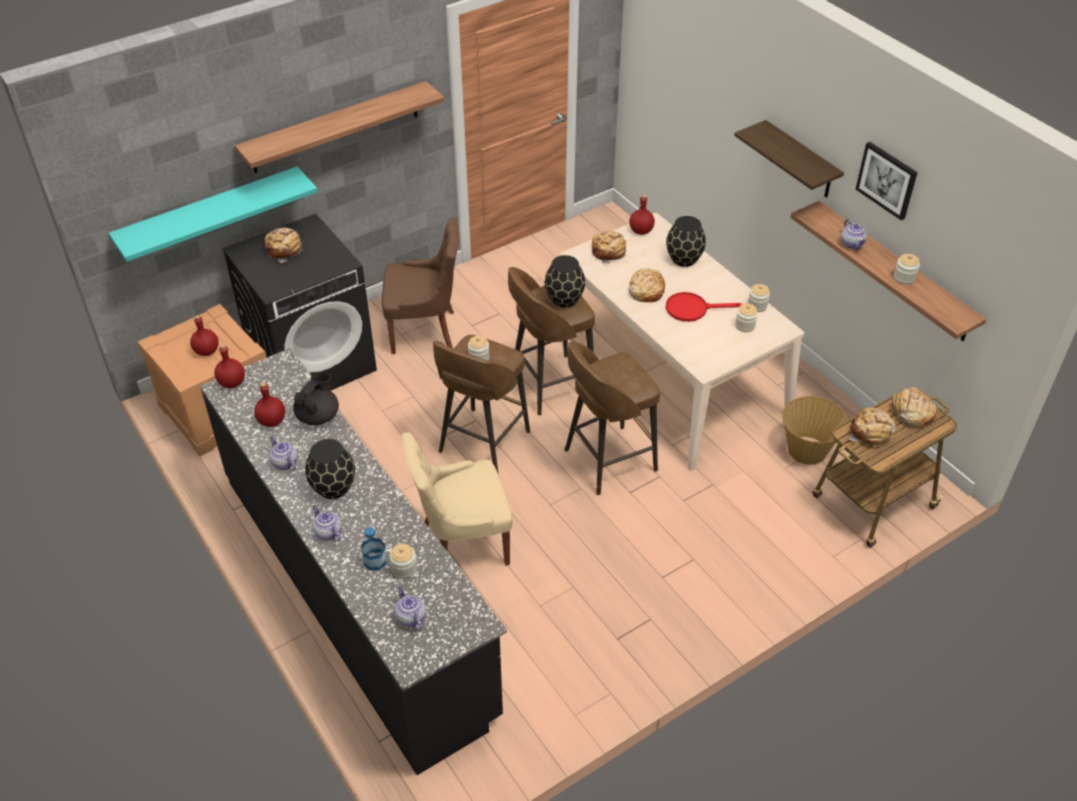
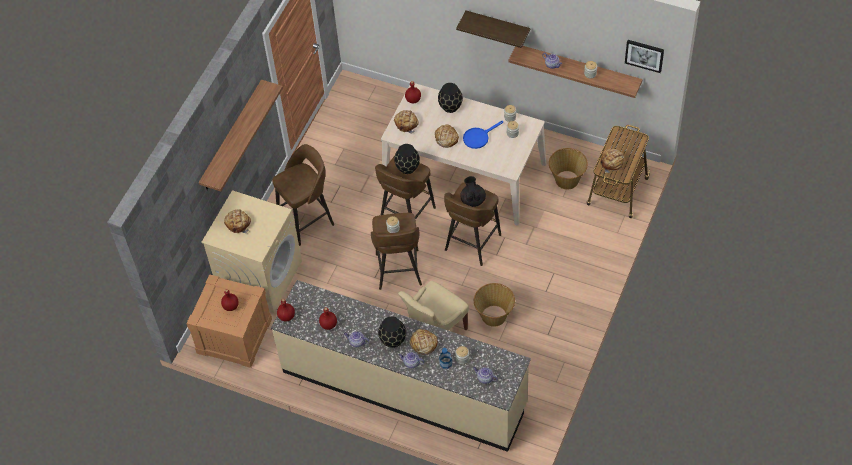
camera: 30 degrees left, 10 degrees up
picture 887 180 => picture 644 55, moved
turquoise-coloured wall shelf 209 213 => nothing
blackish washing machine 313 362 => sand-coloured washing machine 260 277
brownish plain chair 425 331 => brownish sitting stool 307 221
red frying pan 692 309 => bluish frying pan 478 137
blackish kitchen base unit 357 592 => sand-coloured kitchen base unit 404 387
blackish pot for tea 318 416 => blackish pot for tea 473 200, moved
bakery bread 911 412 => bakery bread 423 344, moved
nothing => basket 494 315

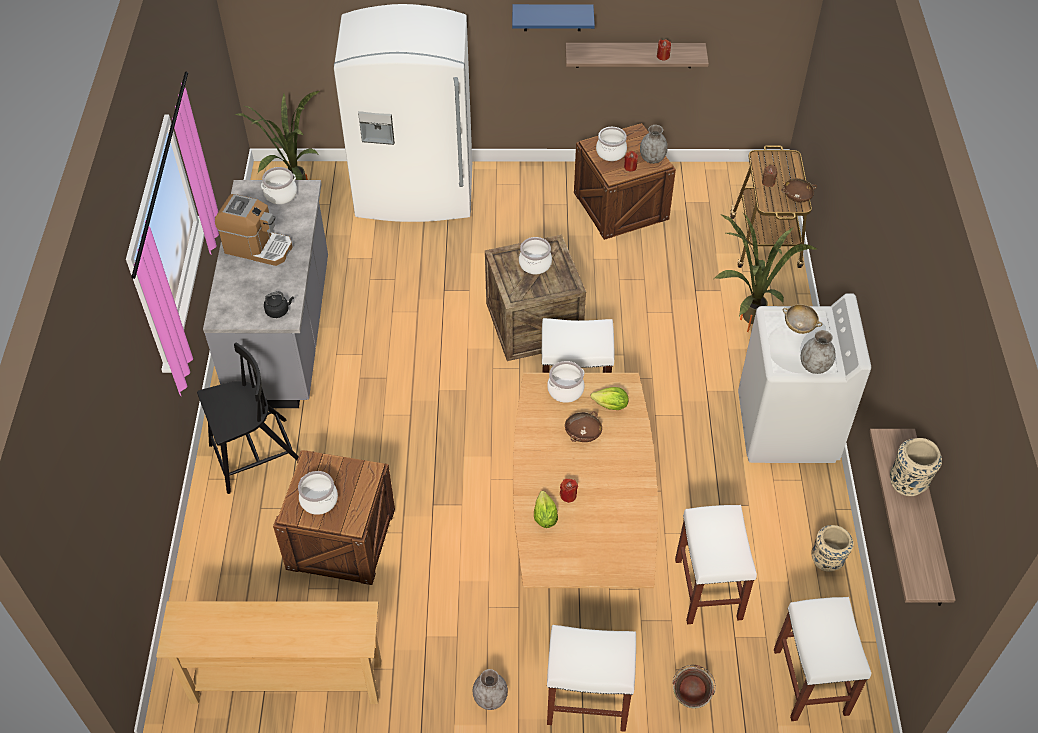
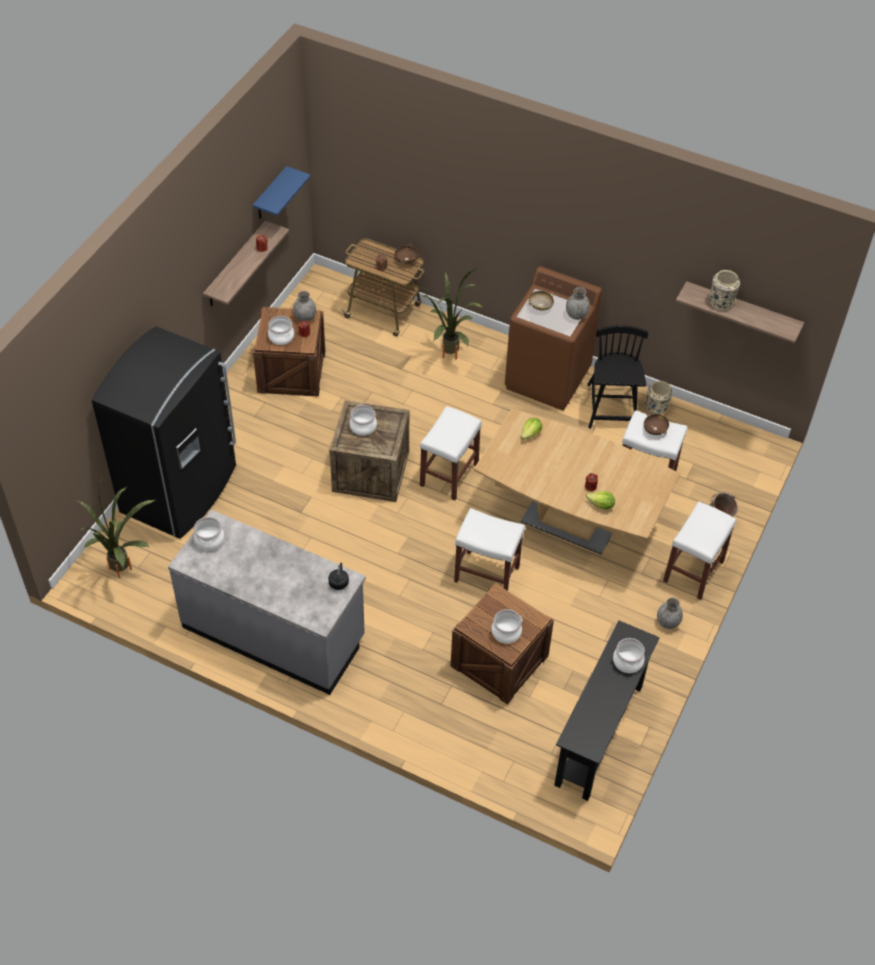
camera: 65 degrees left, 0 degrees up
white fridge 415 193 => blackish fridge 181 490
bluish wall shelf 552 17 => bluish wall shelf 270 195, moved
coffee maker 258 247 => nothing
white washing machine 787 428 => brownish washing machine 548 378
blackish plain chair 255 456 => blackish plain chair 611 408, moved
stockpot 565 390 => stockpot 628 661, moved
brownish serving bowl 583 434 => brownish serving bowl 655 430, moved
white sitting stool 809 680 => white sitting stool 486 574, moved
sand-coloured hall table 287 682 => blackish hall table 599 735

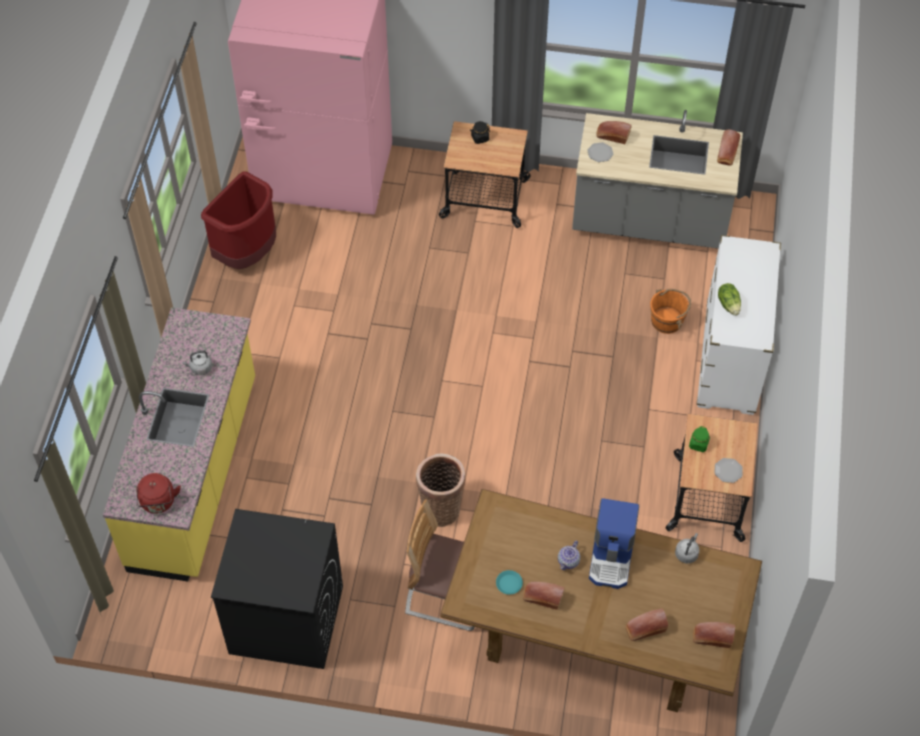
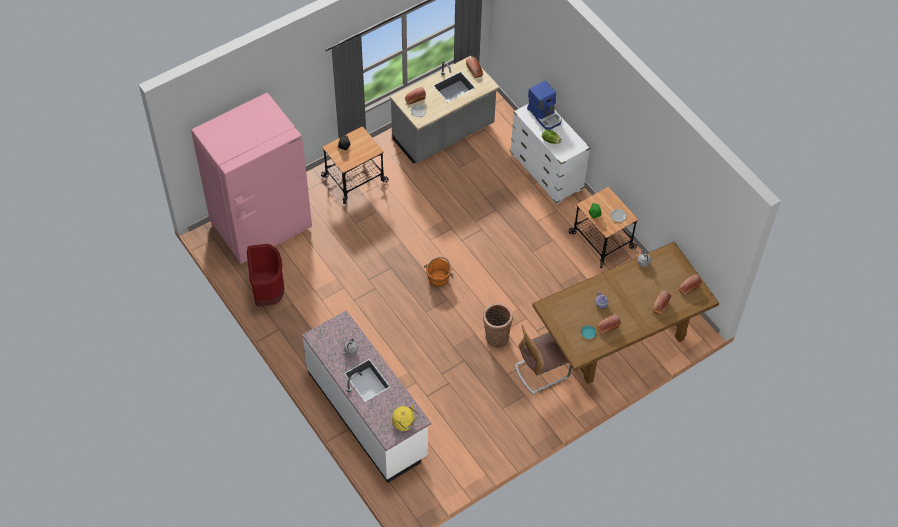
camera: 45 degrees left, 0 degrees up
orangey bucket 667 321 => orangey bucket 438 278, moved
yellow-coloured kitchen base unit 195 474 => white kitchen base unit 367 414
red kettle 158 503 => yellow-coloured kettle 405 423
coffee maker 612 557 => coffee maker 545 115, moved
blackish washing machine 285 619 => nothing

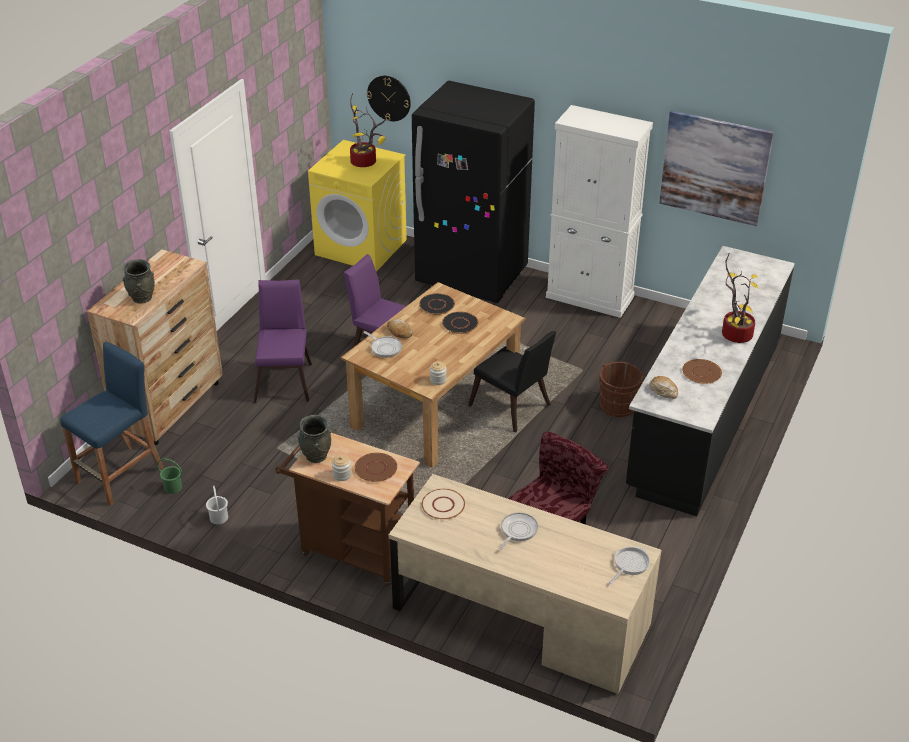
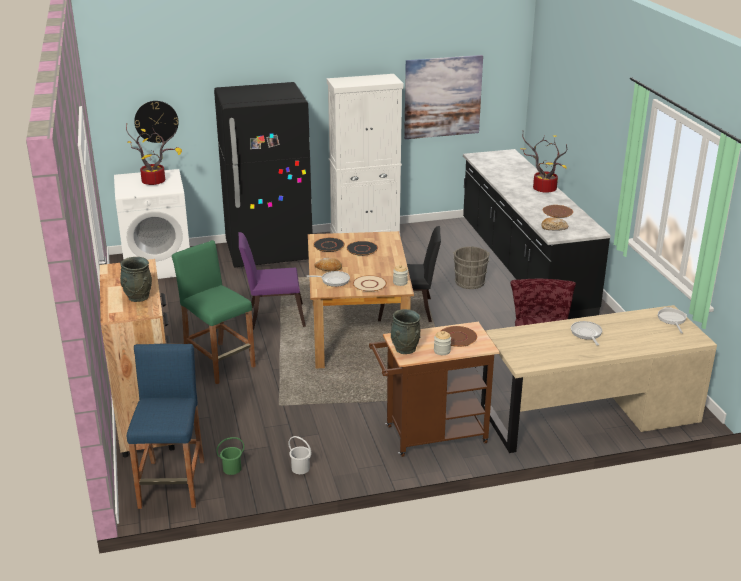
camera: 40 degrees left, 10 degrees down
yellow-coloured washing machine 361 247 => white washing machine 158 265
purplish plain chair 285 379 => greenish sitting stool 219 363
brownish bucket 619 404 => grey bucket 469 281
sand-coloured dinner plate 443 505 => sand-coloured dinner plate 369 284, moved

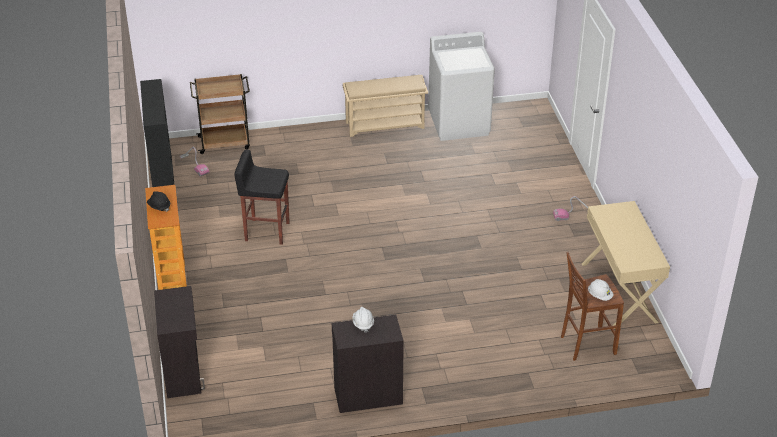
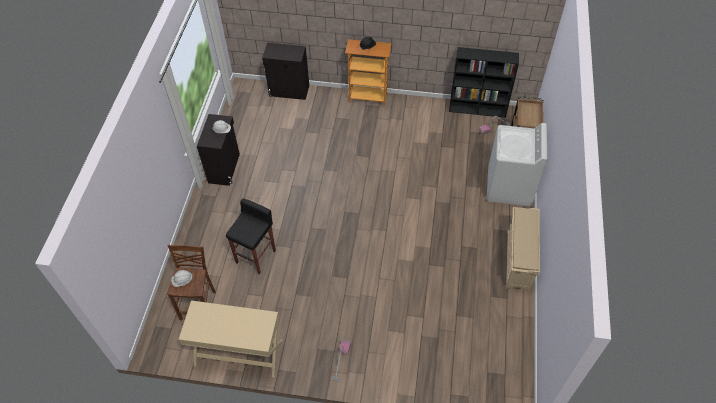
camera: 110 degrees right, 15 degrees up
white washing machine 459 123 => white washing machine 509 187, moved
blackish sitting stool 266 231 => blackish sitting stool 256 256, moved

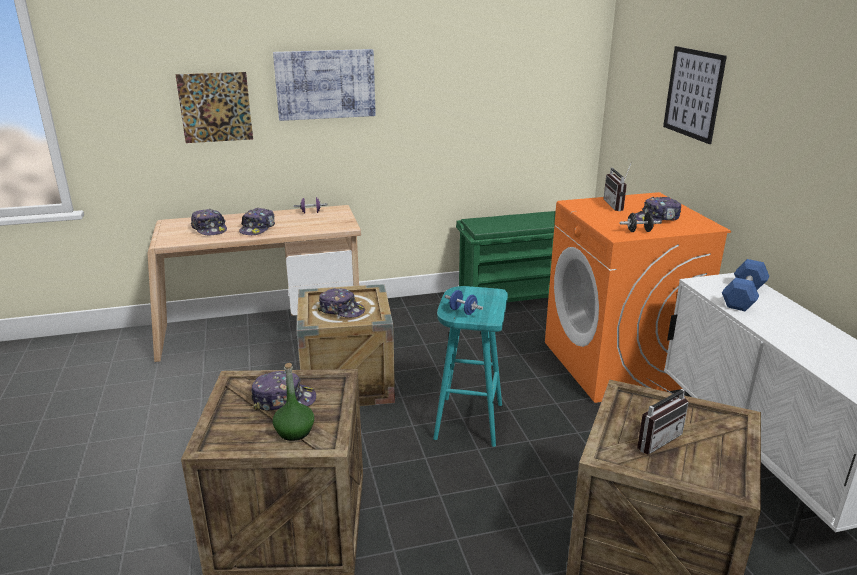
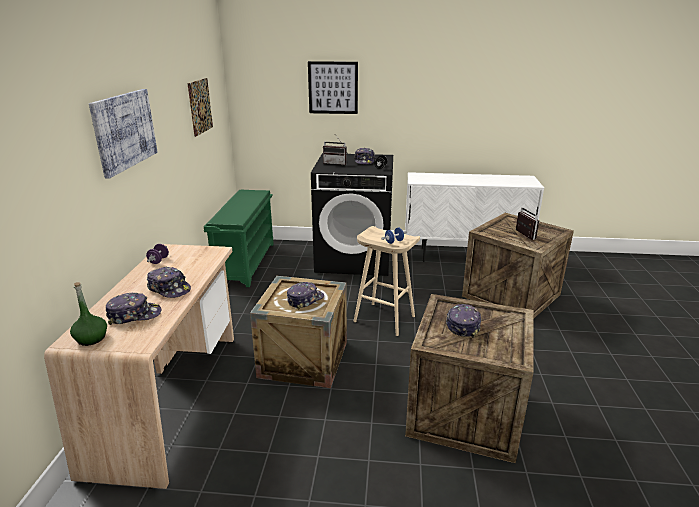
camera: 70 degrees left, 0 degrees up
picture 215 107 => picture 200 106, moved
orangey washing machine 618 364 => blackish washing machine 354 259
bluish hand weight 743 296 => nothing
turquoise-coloured sitting stool 468 420 => sand-coloured sitting stool 383 319
greenish beverage bottle 294 431 => greenish beverage bottle 91 338, moved

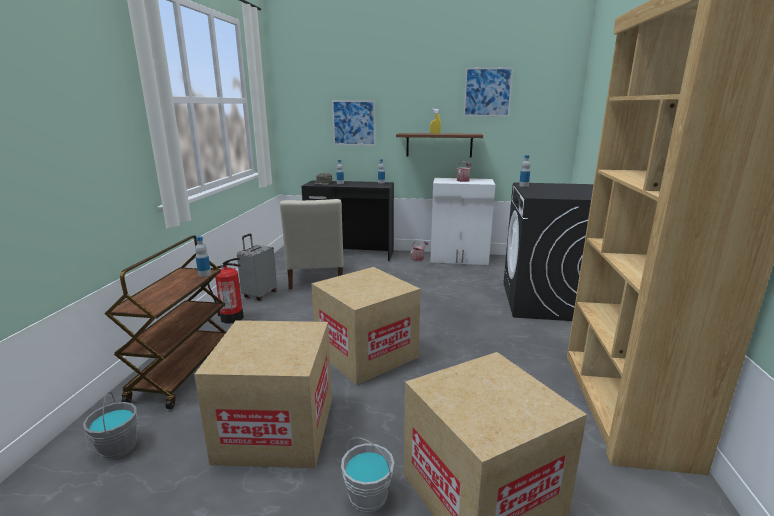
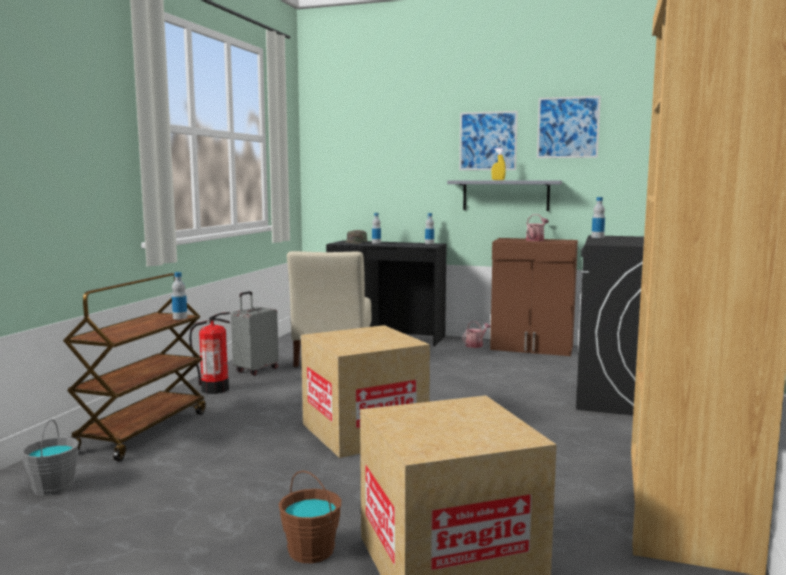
camera: 10 degrees right, 10 degrees down
picture 354 123 => picture 488 141, moved
brownish wall shelf 439 145 => grey wall shelf 505 195
white cabinet 459 259 => brownish cabinet 532 348
cardboard box 276 429 => nothing
grey bucket 367 496 => brownish bucket 310 551

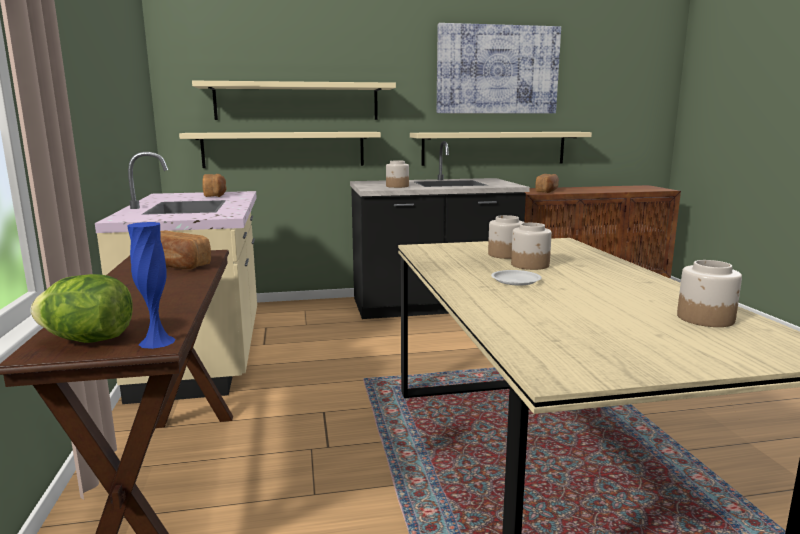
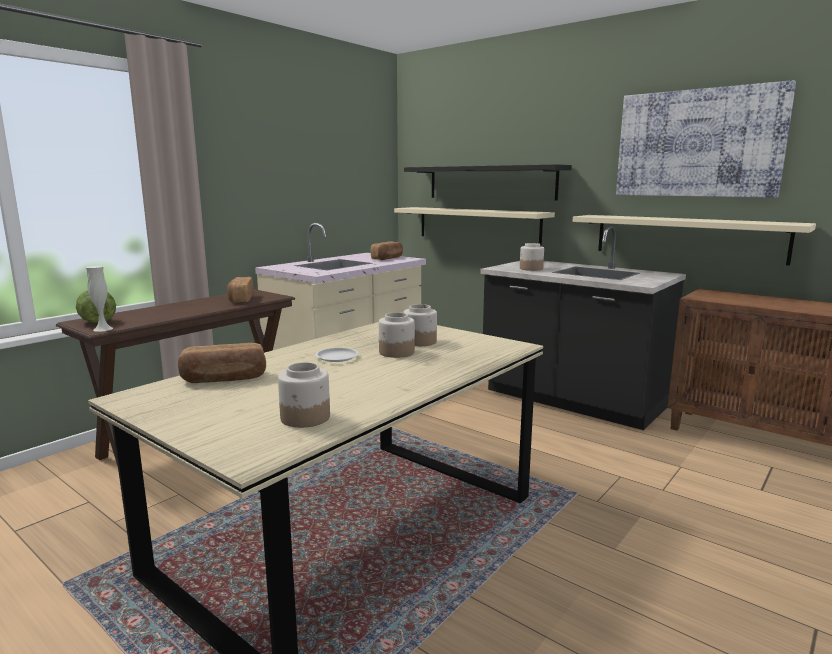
camera: 50 degrees right, 0 degrees up
sand-coloured wall shelf 297 102 => blackish wall shelf 490 182
bakery bread 547 191 => bakery bread 224 378, moved
bluish vase 157 342 => white vase 103 329

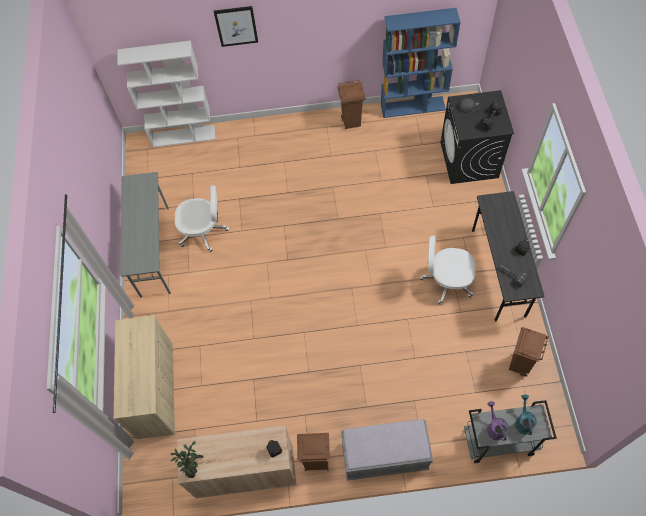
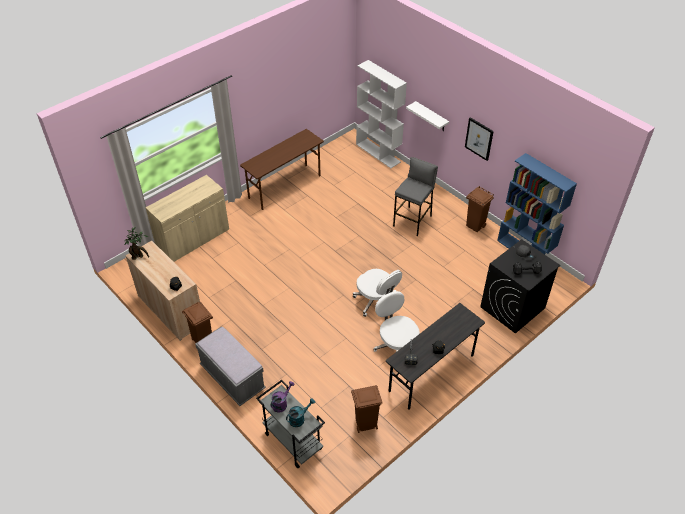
camera: 50 degrees right, 15 degrees down
picture 236 26 => picture 479 138, moved
grey desk table 154 251 => brownish desk table 285 186
white desk chair 203 231 => white desk chair 376 302, moved
nothing => white wall shelf 431 117
nothing => grey sitting stool 413 221

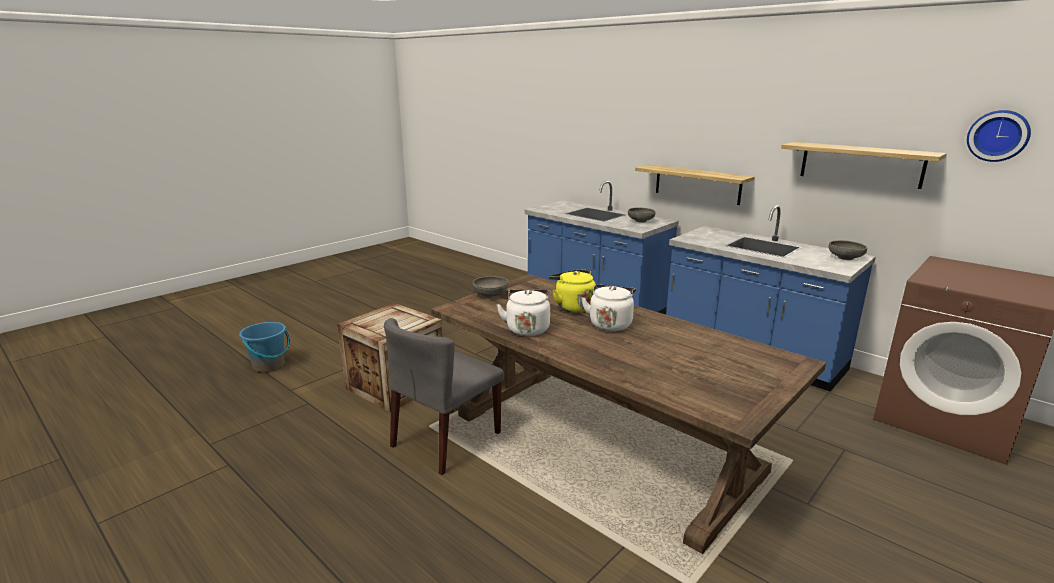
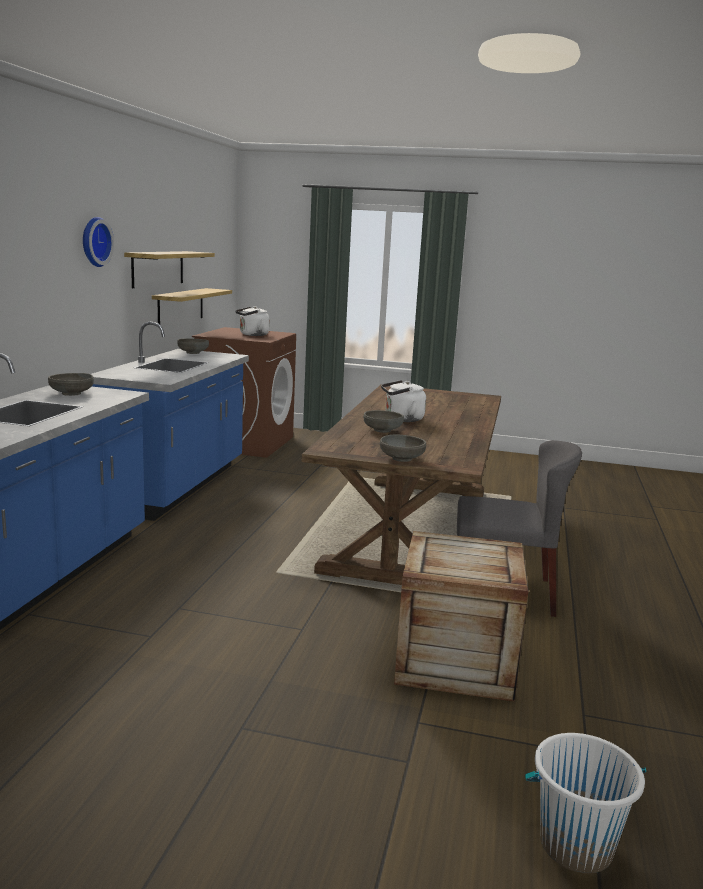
camera: 120 degrees left, 5 degrees down
wall clock 998 135 => wall clock 94 241, moved
wall shelf 697 184 => wall shelf 181 306, moved
yellow-coloured kettle 572 307 => grey serving bowl 382 430
white kettle 527 328 => white kettle 252 335, moved
bluish bucket 269 366 => white bucket 575 845

